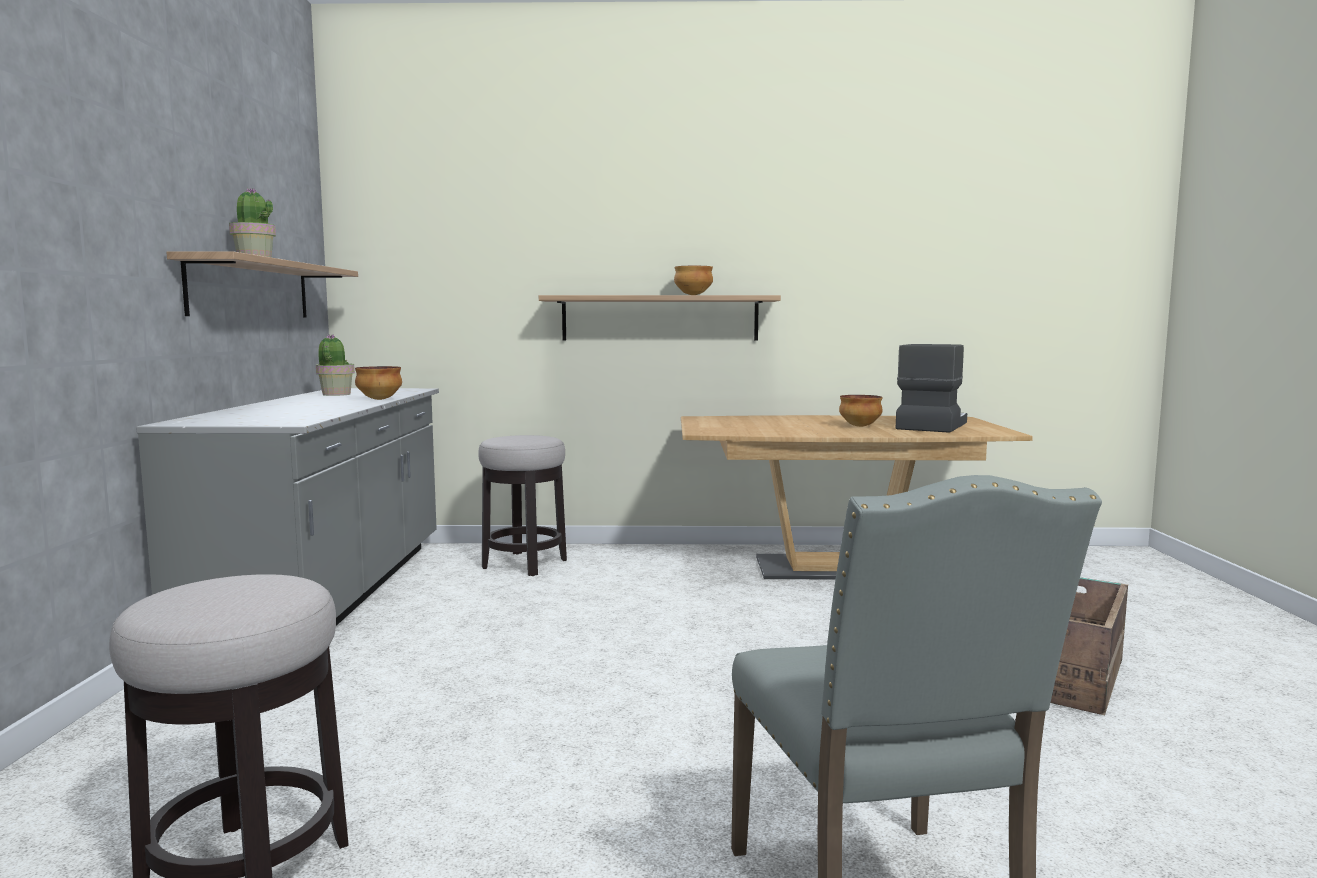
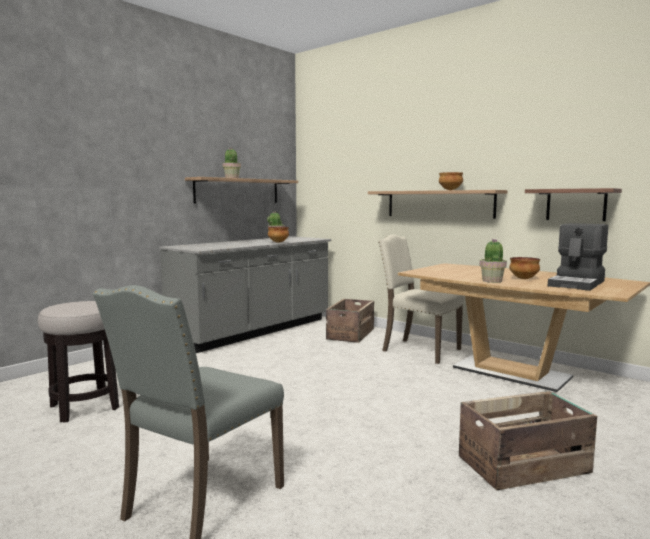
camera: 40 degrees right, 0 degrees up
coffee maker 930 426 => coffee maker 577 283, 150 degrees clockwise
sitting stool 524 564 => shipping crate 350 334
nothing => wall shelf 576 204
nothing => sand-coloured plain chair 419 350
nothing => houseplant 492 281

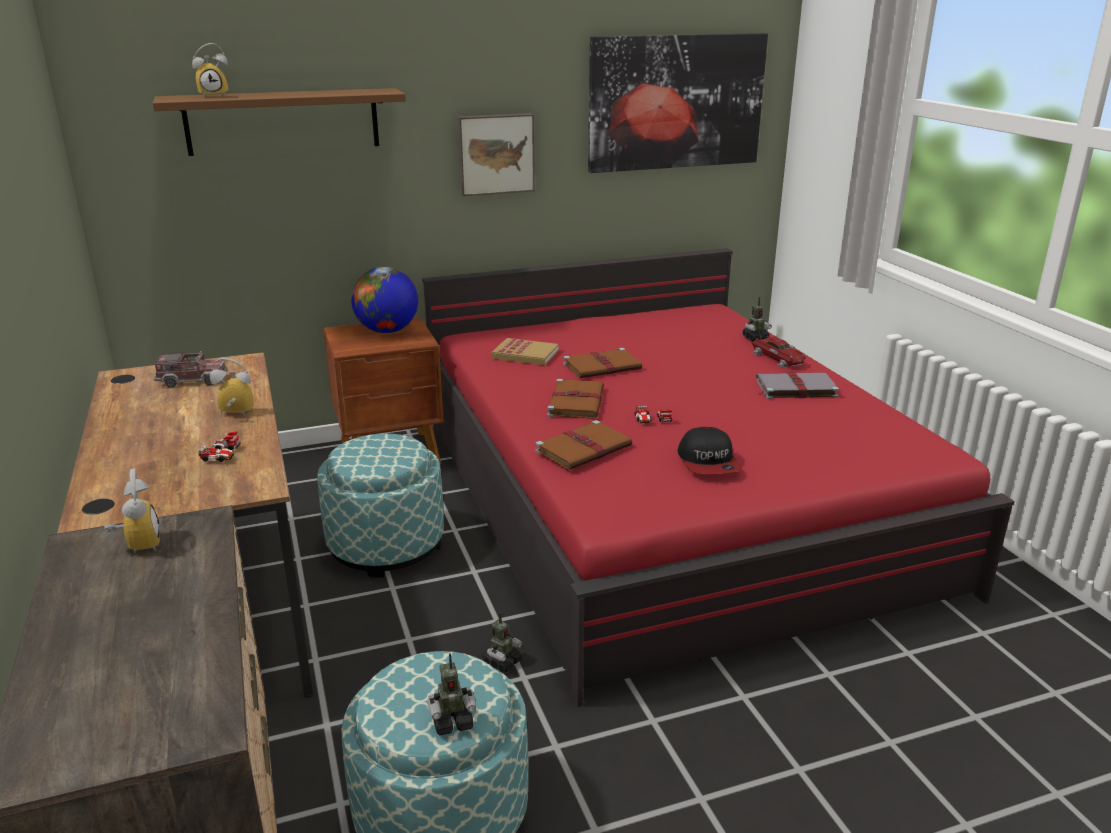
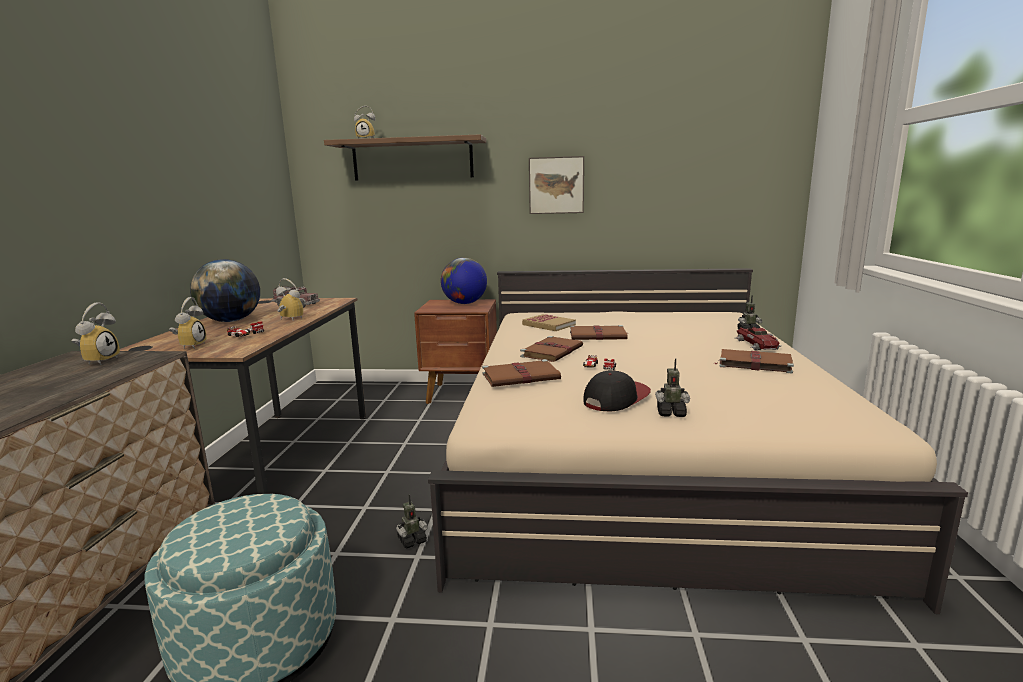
camera: 25 degrees right, 10 degrees down
picture 676 102 => nothing
red sleeping bed 665 501 => sand-coloured sleeping bed 637 454
grey bound book 794 388 => brownish bound book 753 363
peaked cap 708 462 => peaked cap 616 398, 150 degrees counterclockwise
ottoman 386 545 => nothing
robot figure 452 721 => robot figure 671 413, moved
nothing => globe 231 321
nothing => table clock 190 346

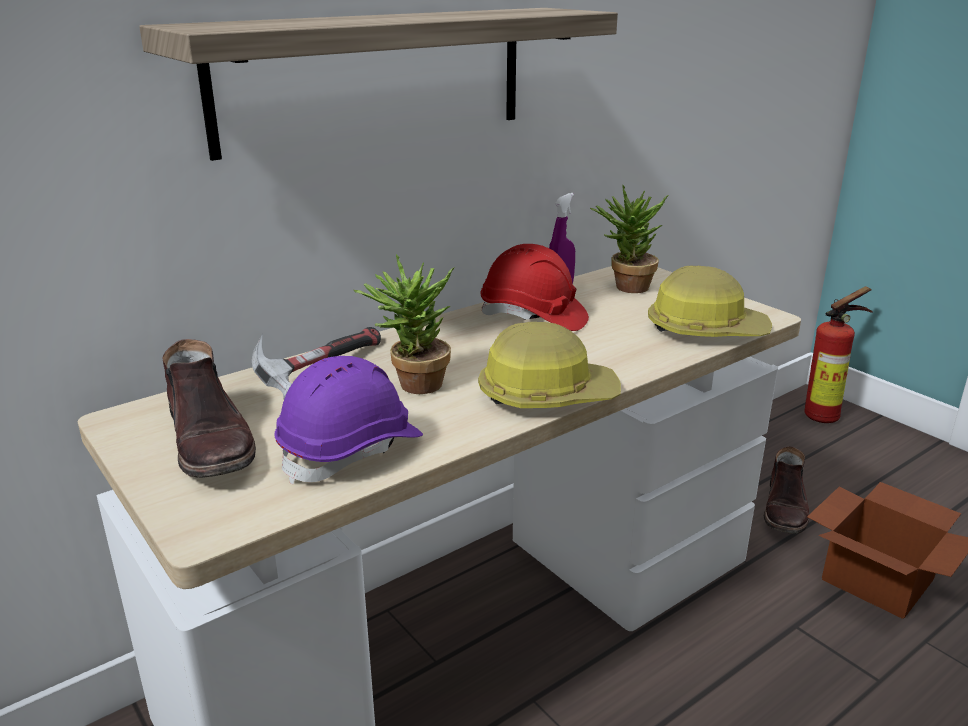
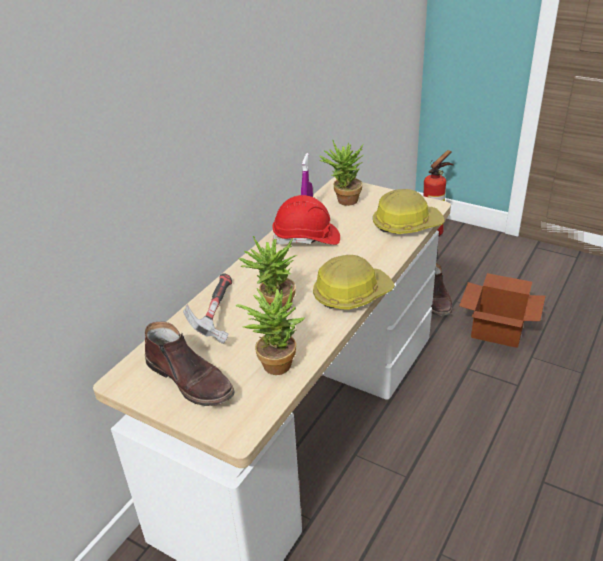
camera: 20 degrees left, 10 degrees up
wall shelf 375 77 => nothing
purplish hard hat 352 450 => houseplant 275 361

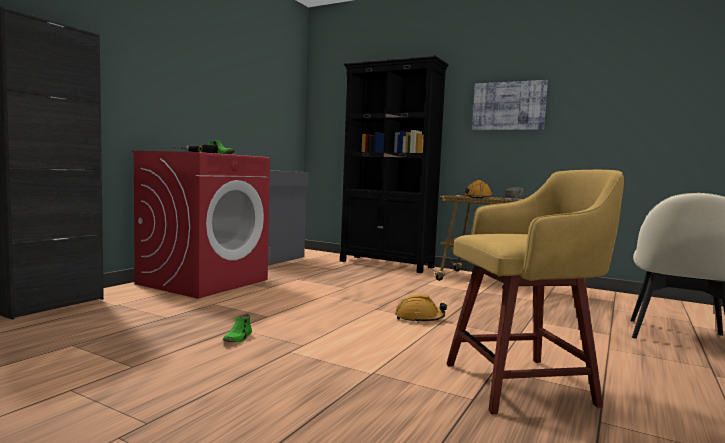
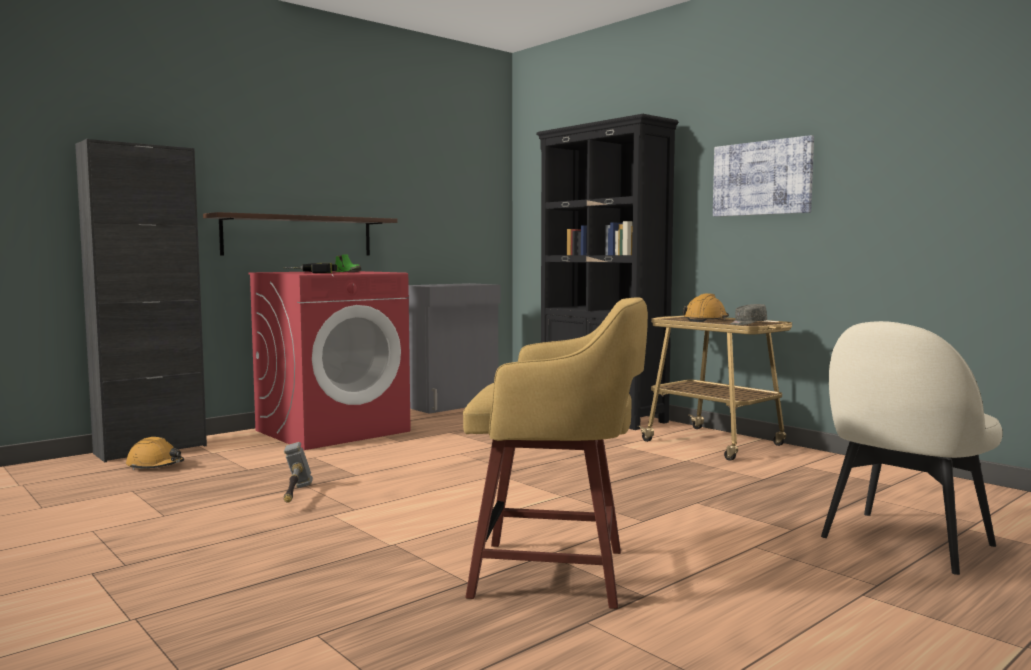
camera: 20 degrees right, 0 degrees up
orangey hard hat 419 318 => orangey hard hat 155 466, moved
greenish low shoe 238 338 => hammer 295 496
nothing => wall shelf 299 236

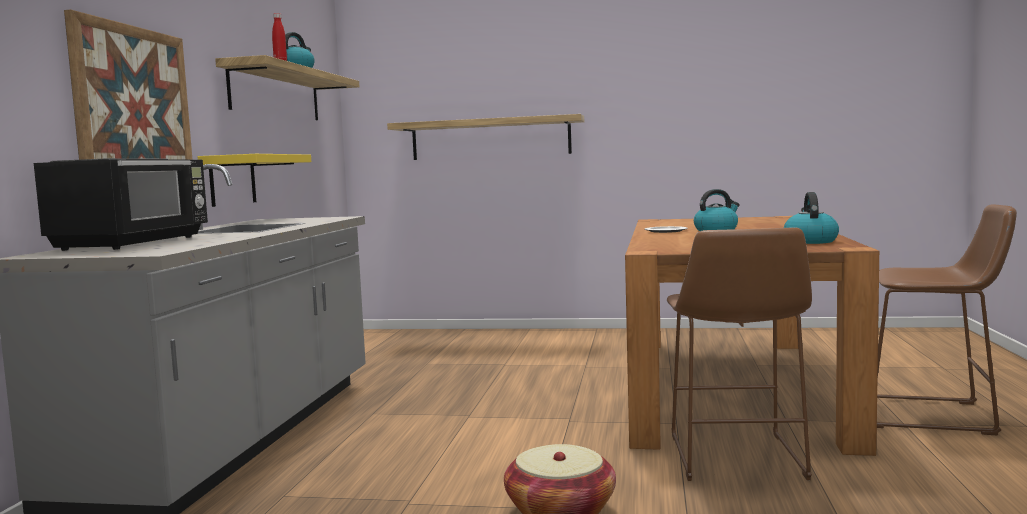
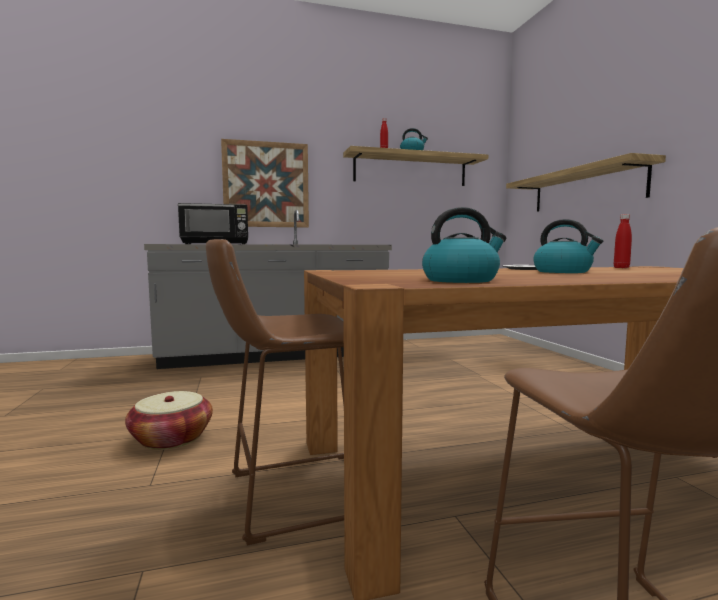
camera: 65 degrees right, 0 degrees up
yellow-coloured wall shelf 232 180 => nothing
nothing => red beverage bottle 621 268

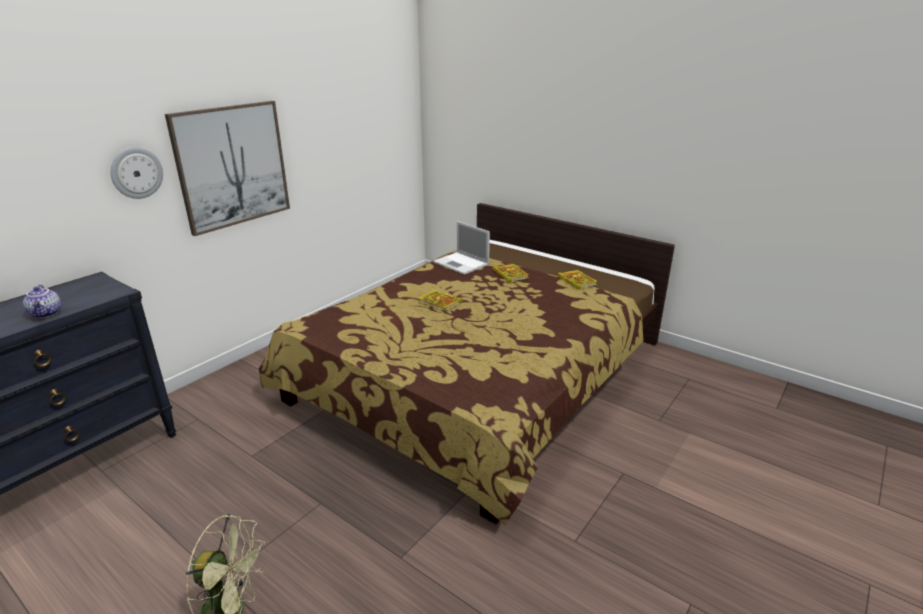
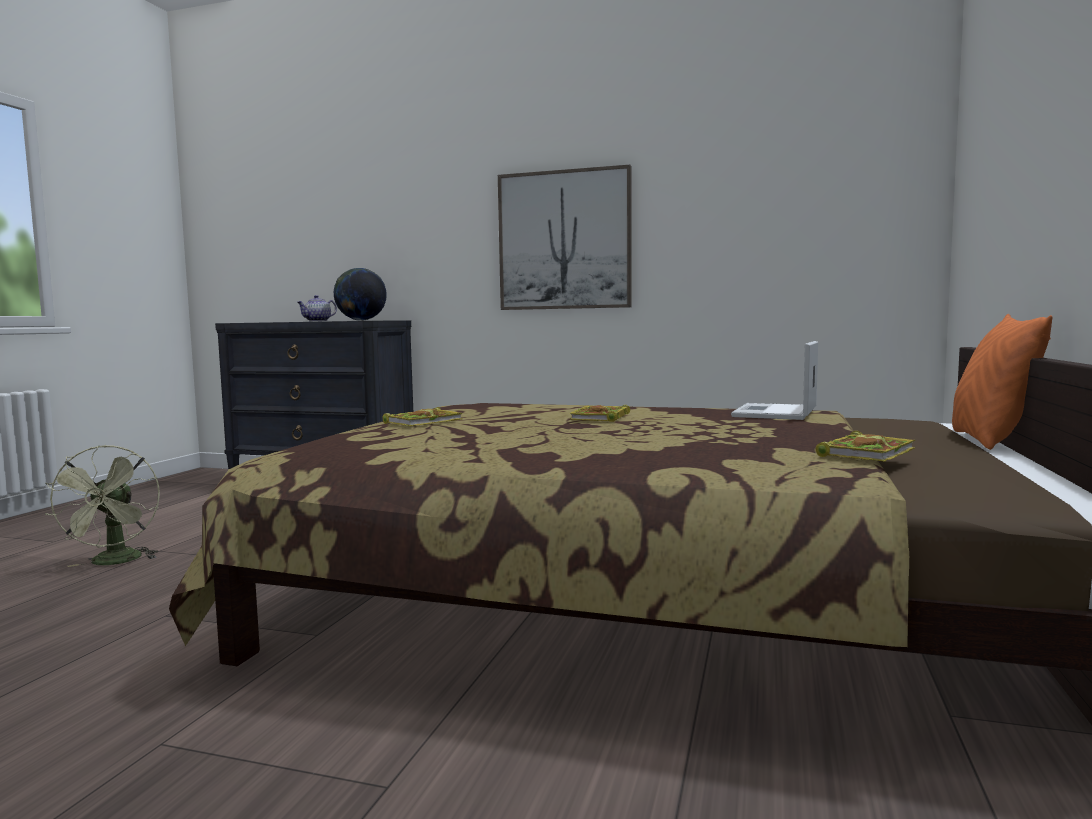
camera: 70 degrees right, 20 degrees down
wall clock 136 173 => nothing
bound book 510 274 => bound book 424 422, moved
nothing => globe 361 320
nothing => orangey cushion 989 441

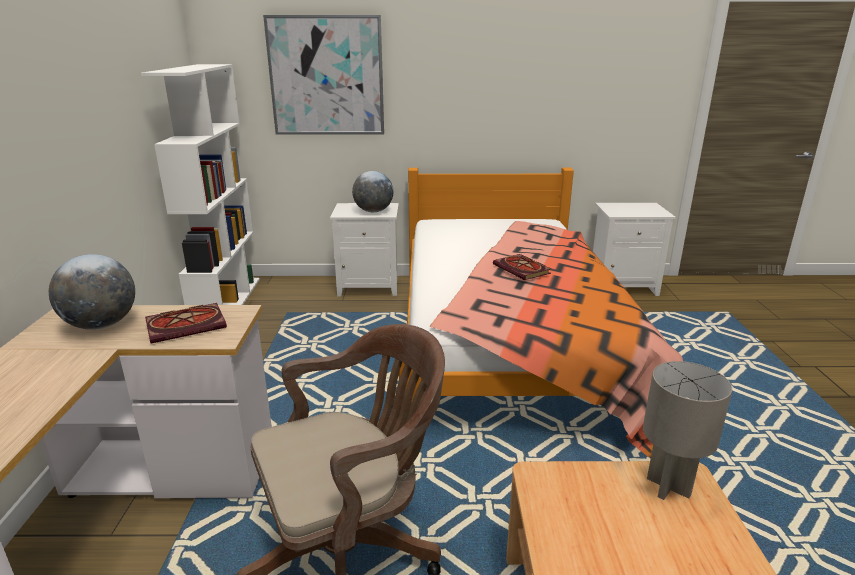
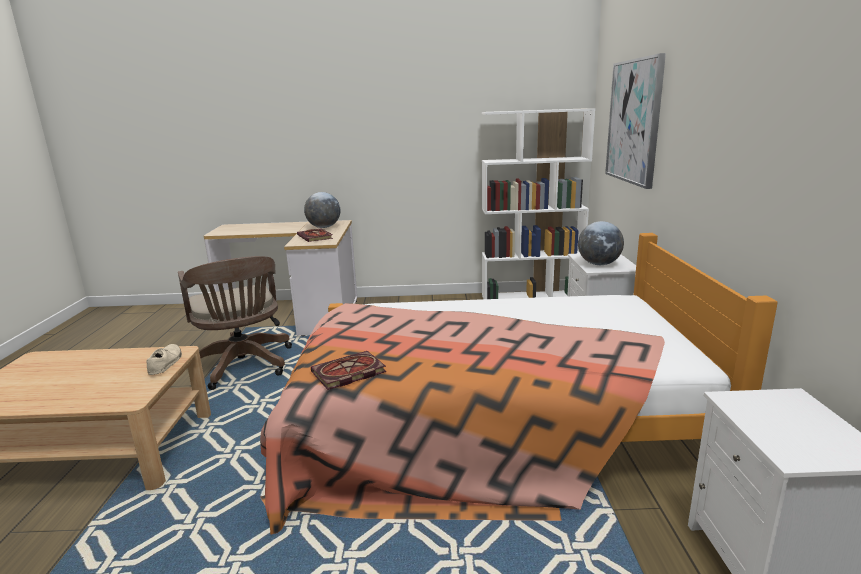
camera: 90 degrees right, 5 degrees down
bound book 523 269 => bound book 347 373, moved
grey table lamp 669 486 => nothing
nothing => sand-coloured low shoe 165 363

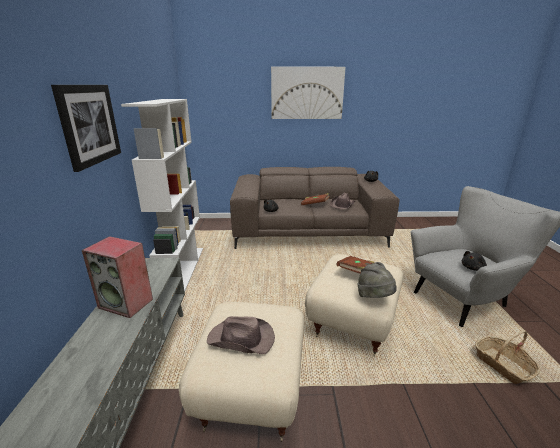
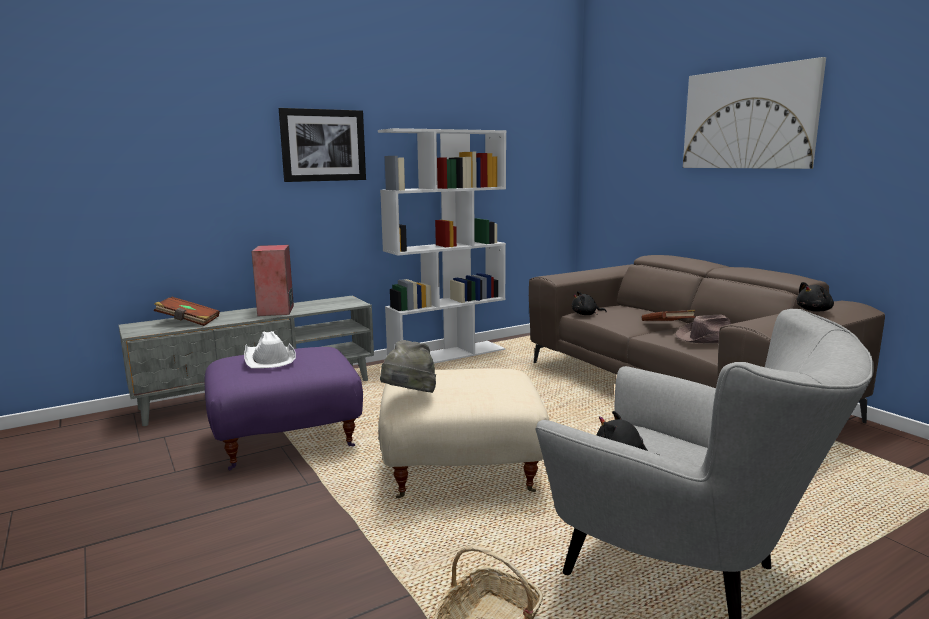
camera: 60 degrees right, 10 degrees down
brownish bound book 356 272 => brownish bound book 188 322, moved
sand-coloured ottoman 250 388 => purplish ottoman 287 439
brownish hat 242 339 => white hat 269 359

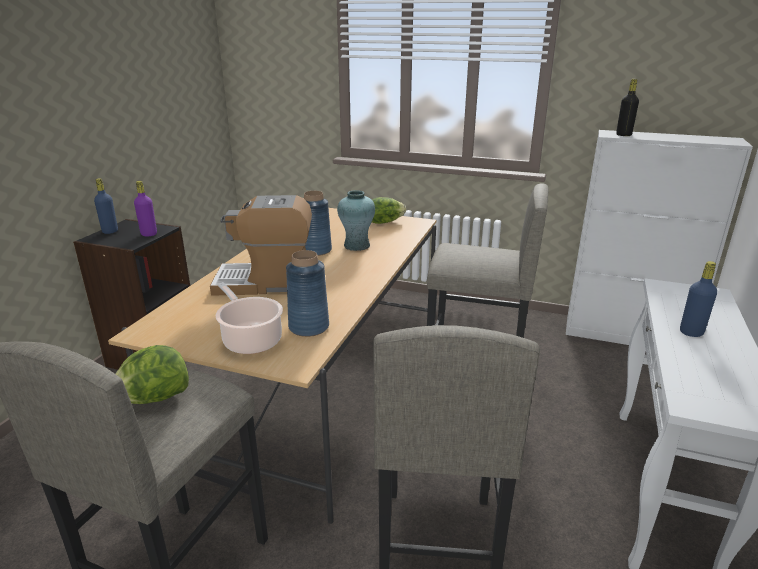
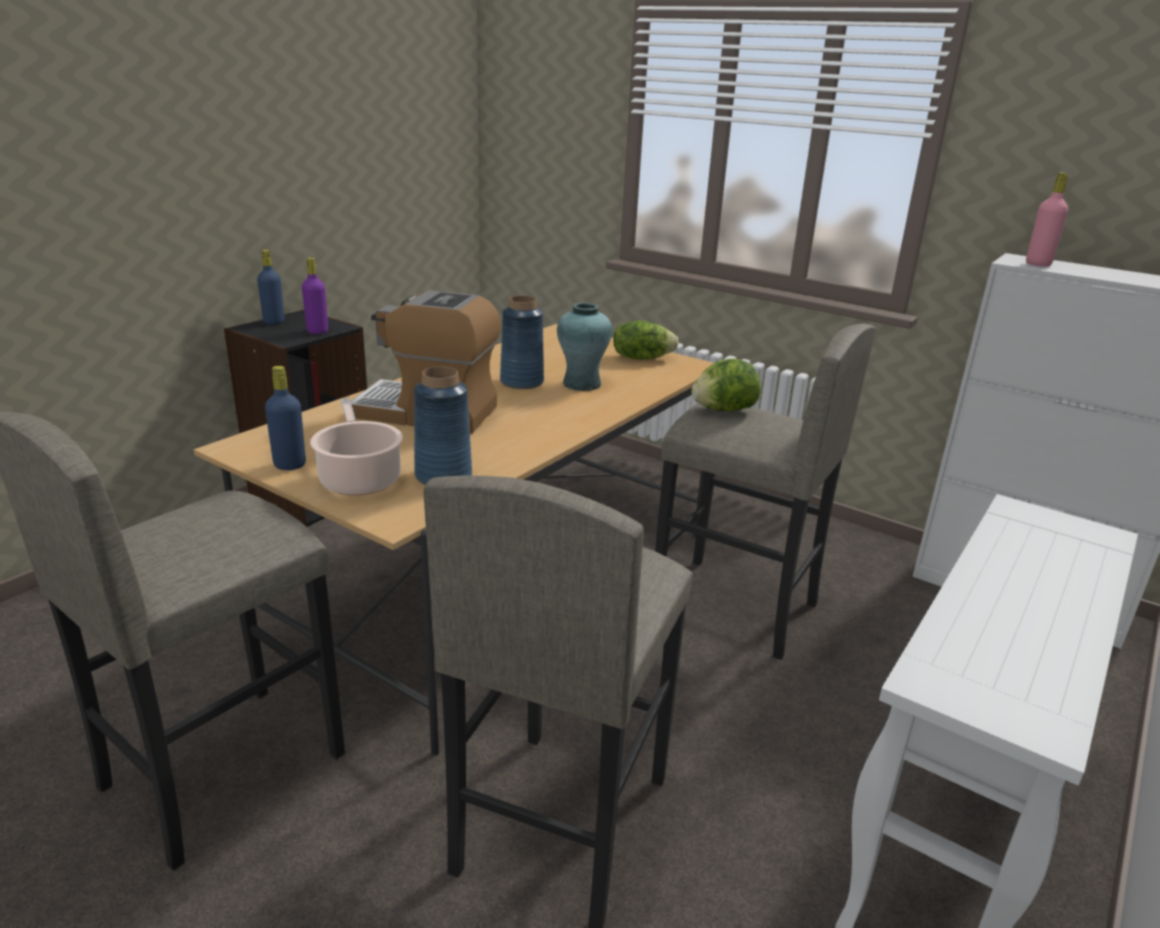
camera: 15 degrees right, 0 degrees up
blackish beverage bottle 623 135 => pinkish beverage bottle 1038 264
bluish beverage bottle 691 332 => bluish beverage bottle 290 465, moved
lettuce 155 399 => lettuce 723 410, moved

